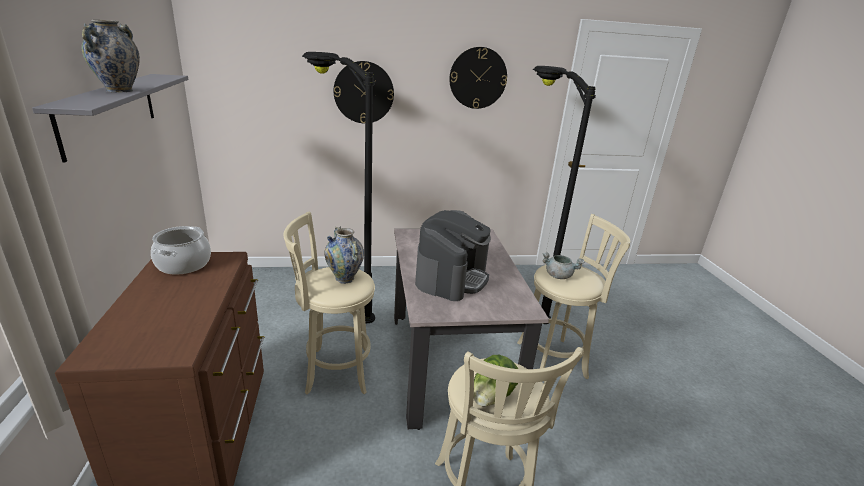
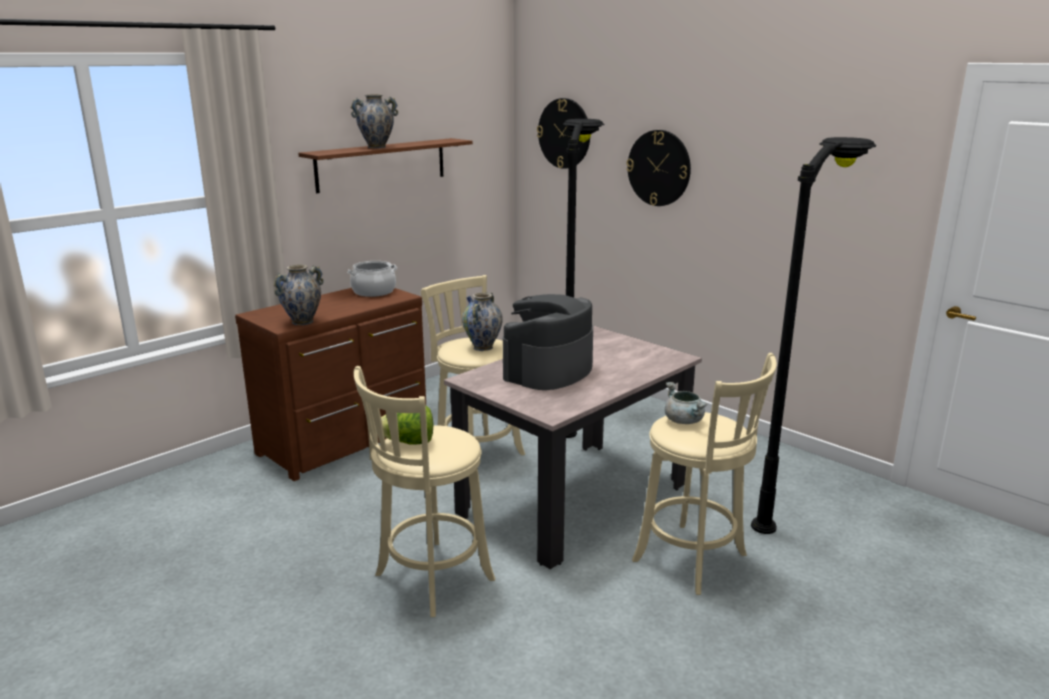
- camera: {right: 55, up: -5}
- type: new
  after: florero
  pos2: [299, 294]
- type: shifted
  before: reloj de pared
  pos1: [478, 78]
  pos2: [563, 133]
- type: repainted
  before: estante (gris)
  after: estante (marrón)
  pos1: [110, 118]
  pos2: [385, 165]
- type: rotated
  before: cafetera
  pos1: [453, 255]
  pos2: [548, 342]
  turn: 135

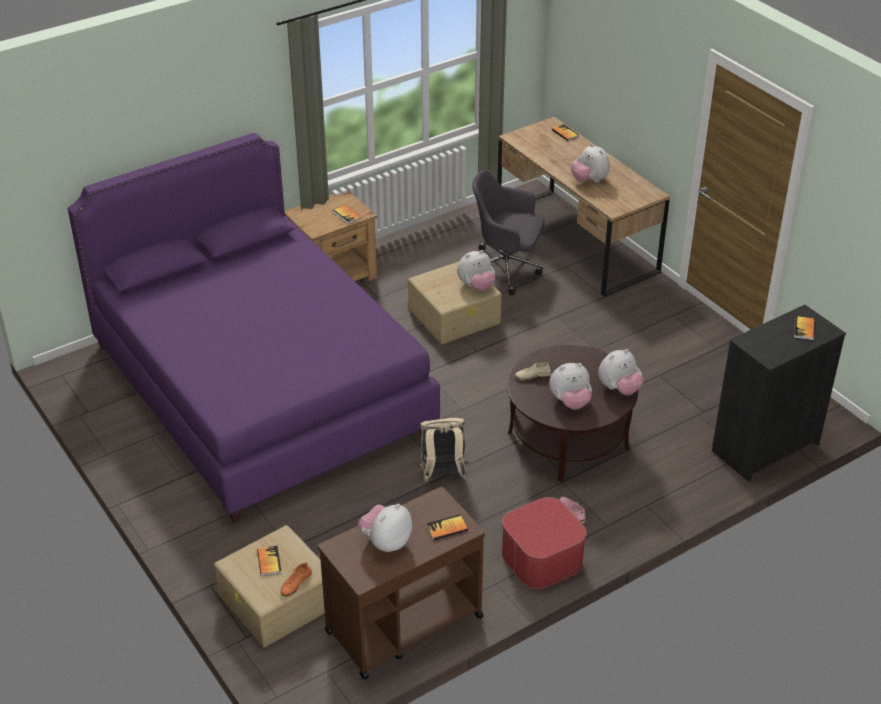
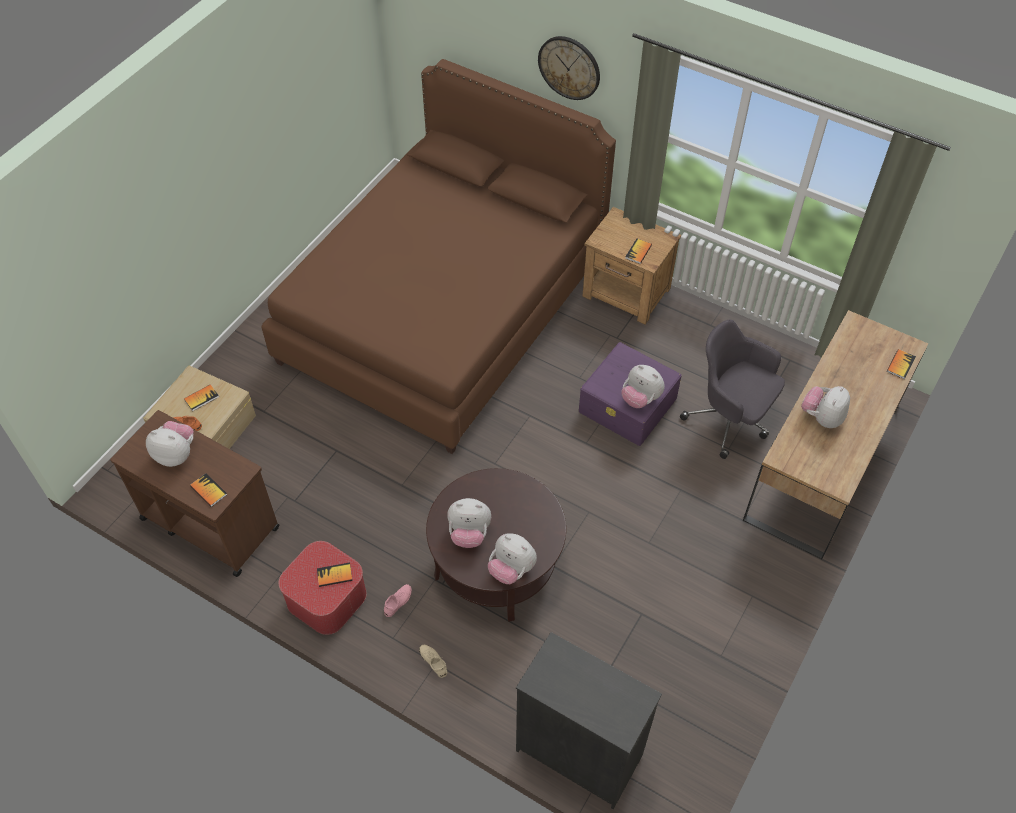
- camera: {right: 65, up: 15}
- type: gone
  before: mochila (beis)
  pos1: [443, 450]
- type: new
  after: reloj de pared
  pos2: [569, 68]
- type: shifted
  before: zapato (beis)
  pos1: [533, 371]
  pos2: [433, 661]
- type: shifted
  before: libro
  pos1: [804, 328]
  pos2: [335, 574]
- type: repainted
  before: cama (morado)
  after: cama (marrón)
  pos1: [254, 328]
  pos2: [438, 256]
- type: repainted
  before: caja de almacenaje (beis)
  after: caja de almacenaje (morado)
  pos1: [455, 303]
  pos2: [630, 394]
- type: rotated
  before: silla de oficina (gris)
  pos1: [508, 232]
  pos2: [732, 389]
  turn: -45
- type: rotated
  before: peluche
  pos1: [570, 386]
  pos2: [469, 523]
  turn: -45

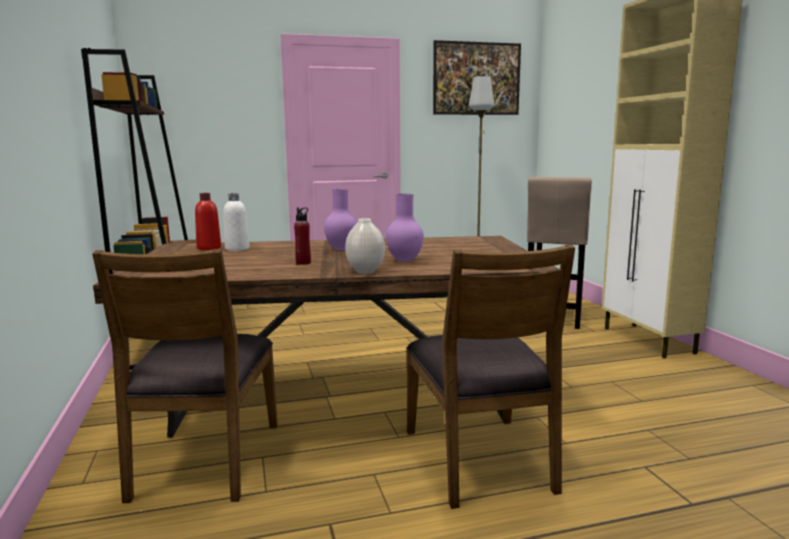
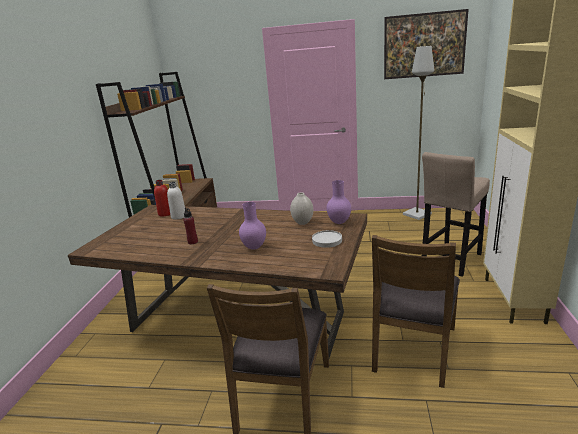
- camera: {right: 25, up: 10}
- type: new
  after: plato (blanco)
  pos2: [327, 239]
- type: shifted
  before: silla (marrón)
  pos1: [185, 376]
  pos2: [416, 311]
- type: shifted
  before: florero (morado)
  pos1: [341, 219]
  pos2: [339, 202]
- type: shifted
  before: florero (blanco)
  pos1: [365, 246]
  pos2: [301, 208]

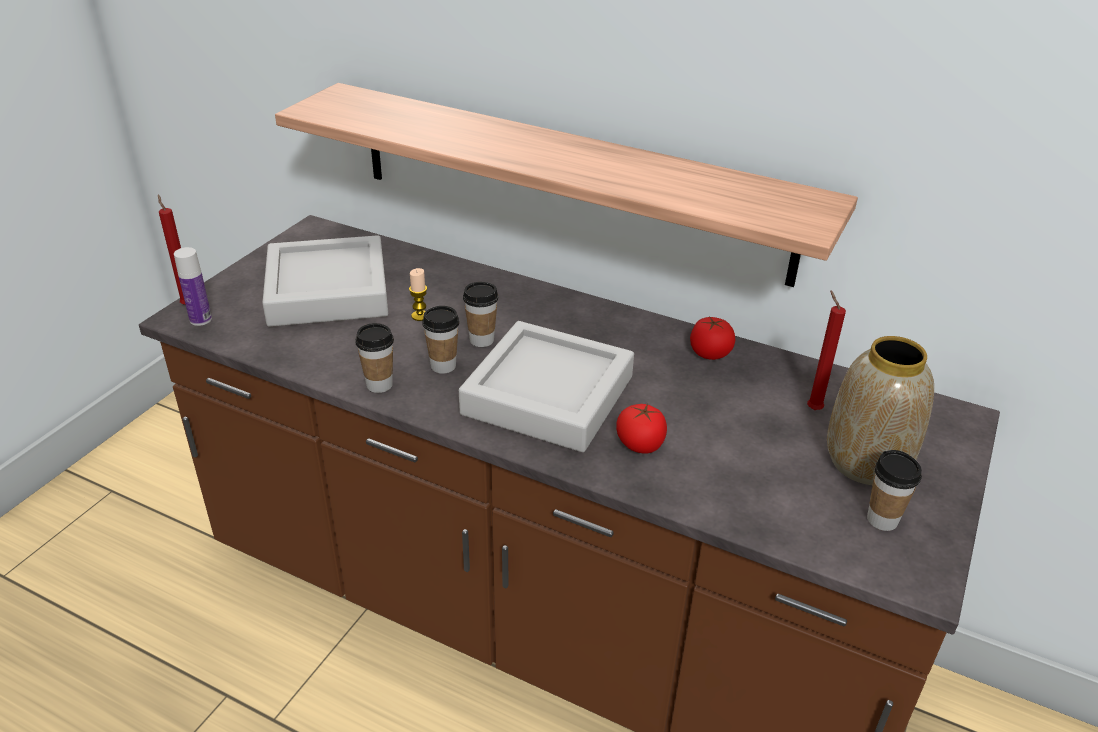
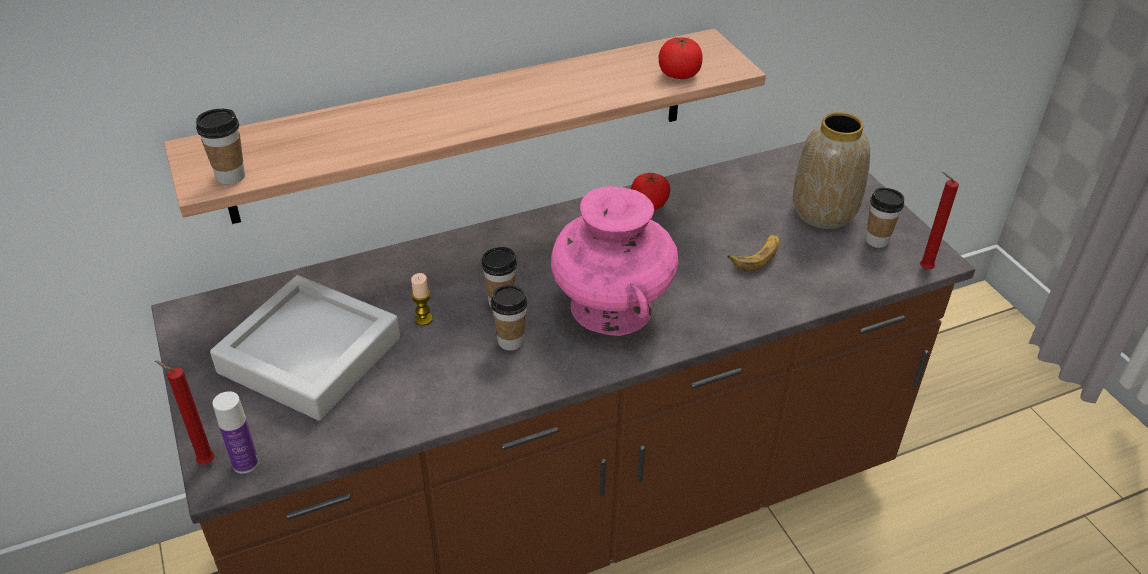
- camera: {right: -50, up: 5}
- type: new
  after: plátano
  pos2: [753, 252]
- type: shifted
  before: taza
  pos1: [375, 358]
  pos2: [220, 147]
- type: shifted
  before: tomate
  pos1: [641, 428]
  pos2: [680, 58]
- type: shifted
  before: vela (rojo)
  pos1: [826, 350]
  pos2: [939, 220]
- type: swapped
  before: bandeja (gris)
  after: florero (rosa)
  pos1: [546, 386]
  pos2: [615, 261]

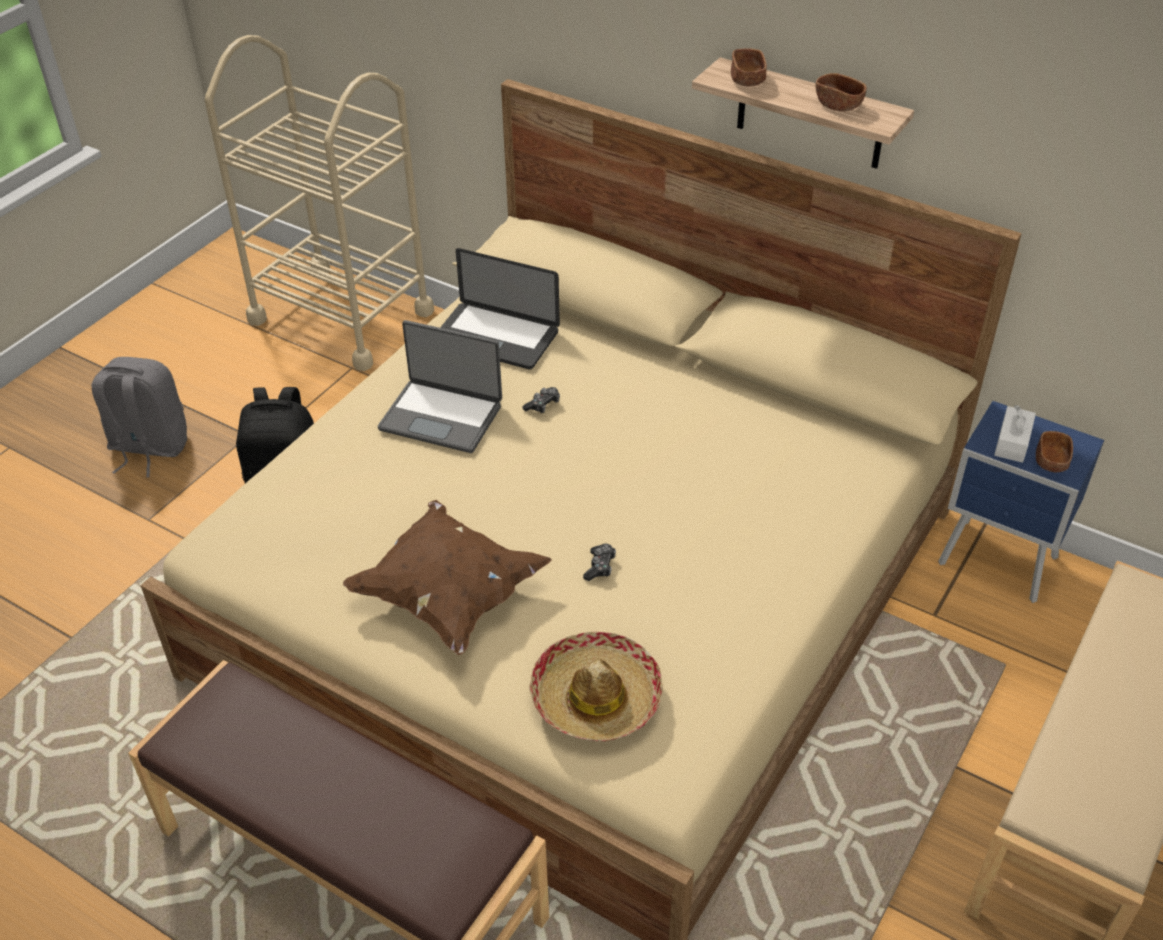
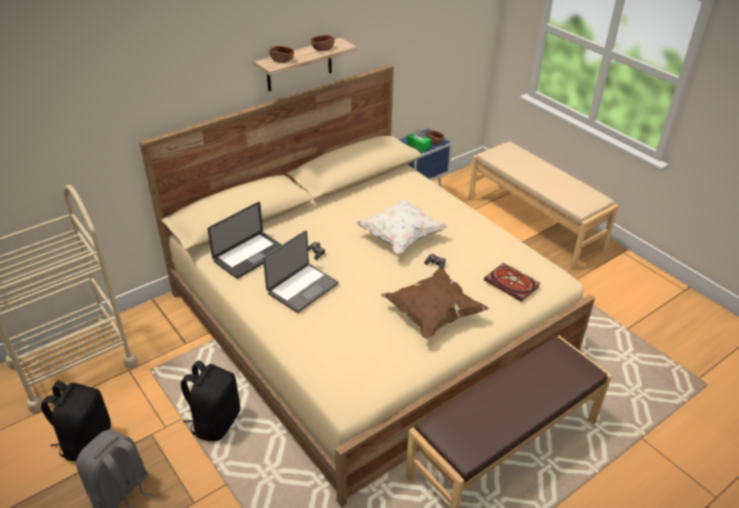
- camera: {right: -70, up: -5}
- type: new
  after: mochila (negro)
  pos2: [76, 421]
- type: new
  after: cojín (blanco)
  pos2: [401, 226]
- type: swapped
  before: sombrero
  after: libro
  pos1: [596, 686]
  pos2: [512, 282]
- type: repainted
  before: caja de pañuelos (blanco)
  after: caja de pañuelos (verde)
  pos1: [1015, 434]
  pos2: [418, 140]

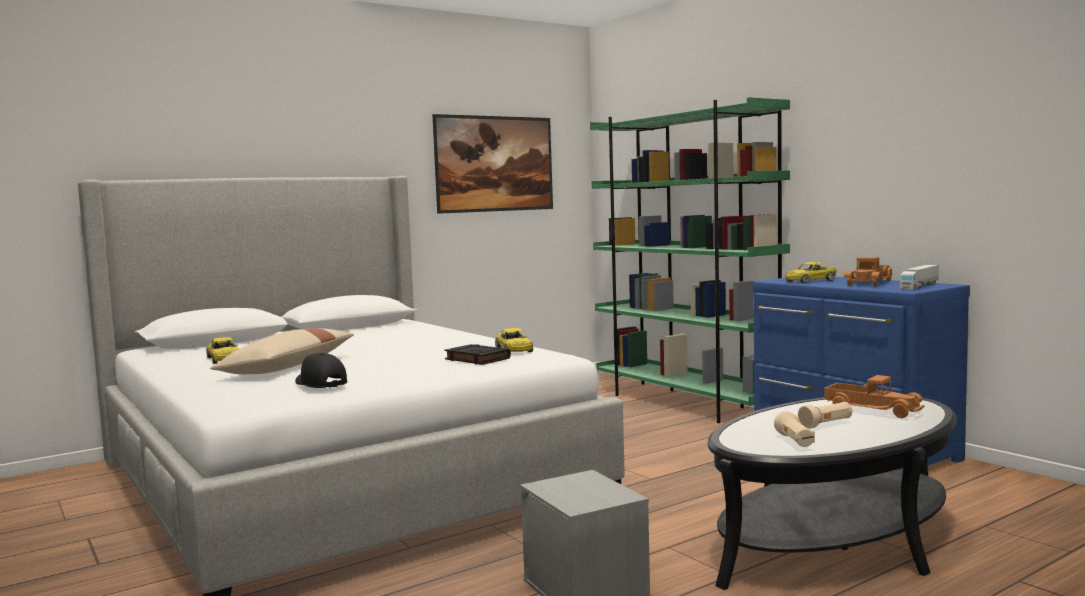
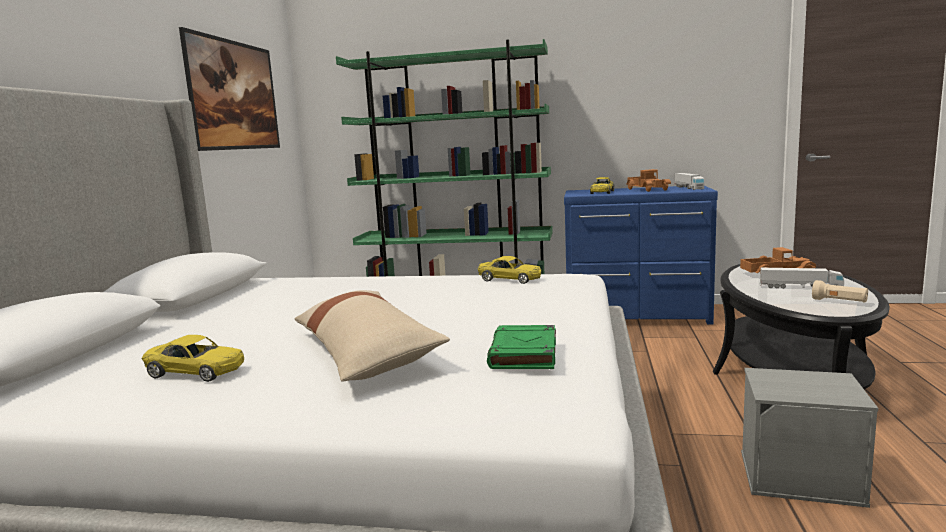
- camera: {right: -45, up: 5}
- type: gone
  before: libro (negro)
  pos1: [478, 354]
- type: swapped
  before: gorra (negro)
  after: libro (verde)
  pos1: [321, 370]
  pos2: [521, 347]
- type: swapped
  before: linterna (beis)
  after: camión de juguete
  pos1: [825, 415]
  pos2: [801, 278]

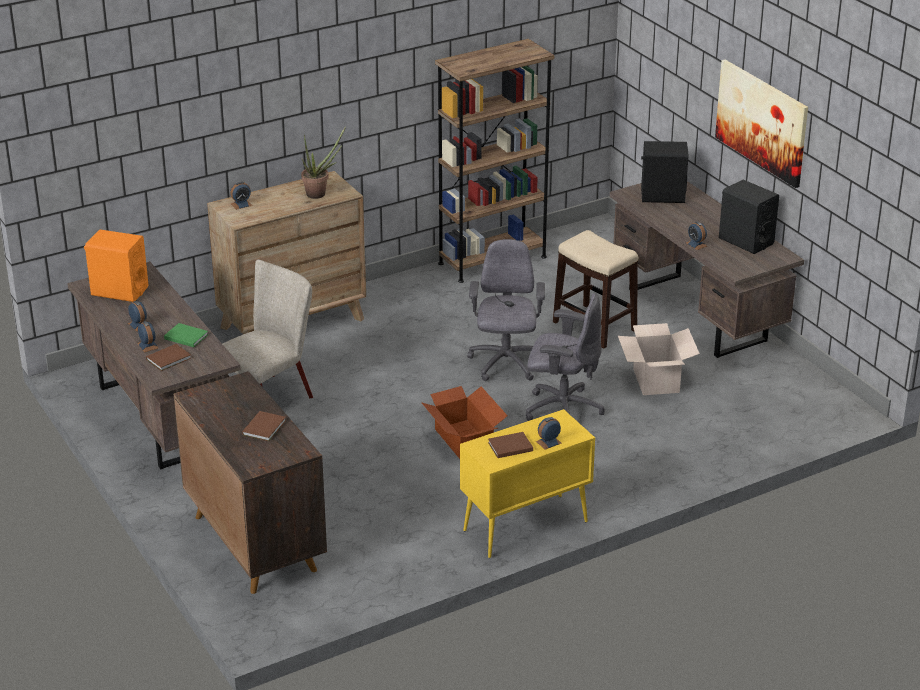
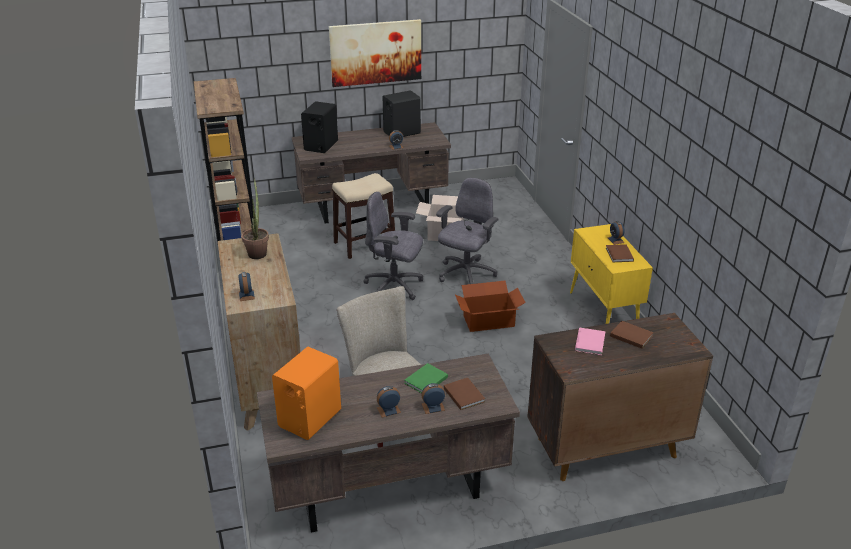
- camera: {right: -75, up: 0}
- type: new
  after: libro (rosa)
  pos2: [590, 341]

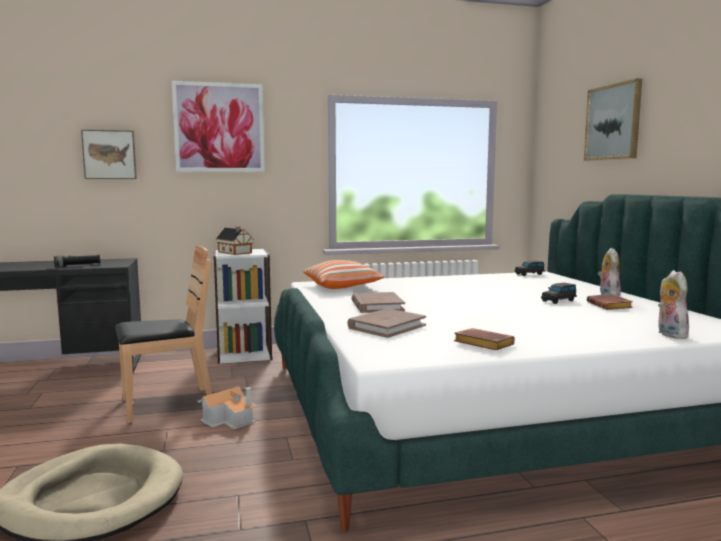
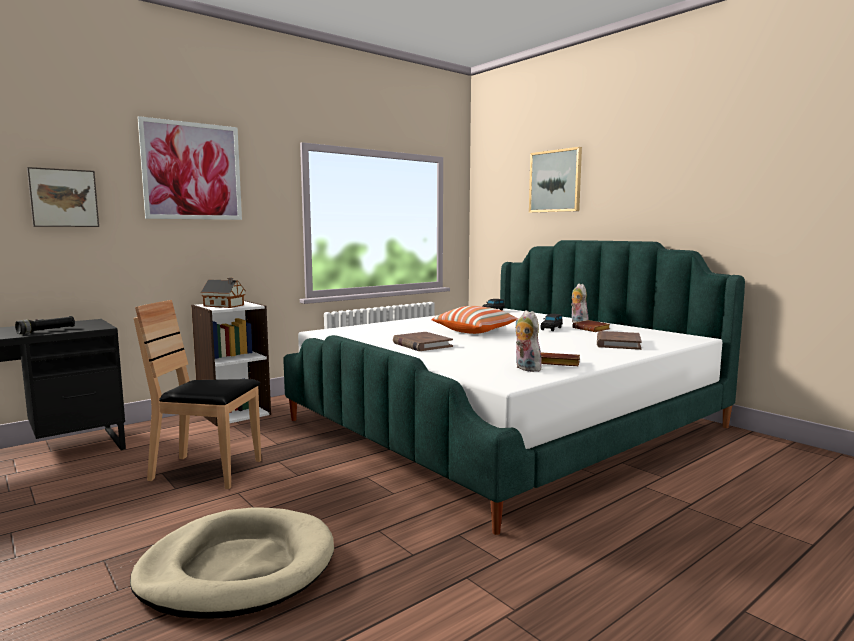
- camera: {right: -25, up: 0}
- type: gone
  before: casita
  pos1: [227, 408]
- type: shifted
  before: cojín
  pos1: [344, 274]
  pos2: [474, 320]
- type: shifted
  before: libro (marrón)
  pos1: [386, 323]
  pos2: [619, 340]
- type: shifted
  before: peluche
  pos1: [673, 304]
  pos2: [530, 341]
- type: rotated
  before: silla (marrón)
  pos1: [163, 334]
  pos2: [197, 394]
  turn: -120

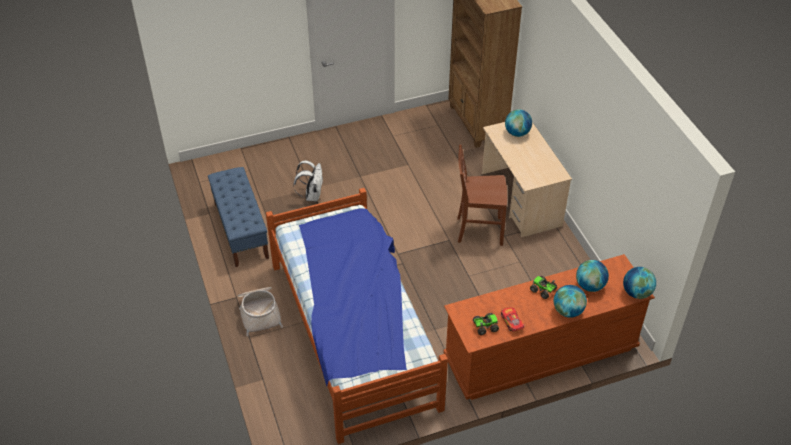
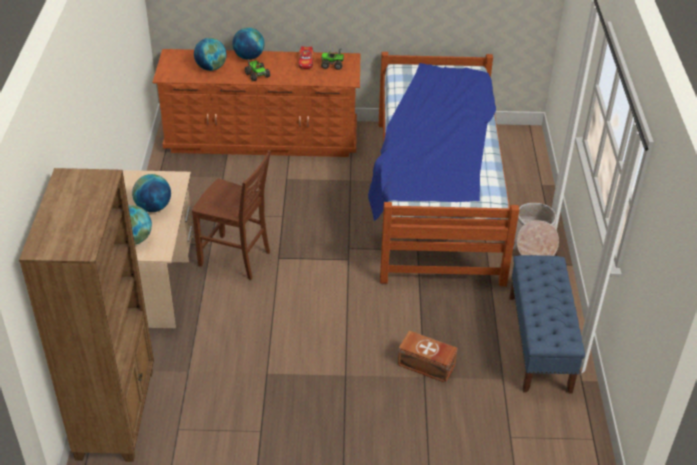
- camera: {right: -160, up: -5}
- type: shifted
  before: globo terráqueo
  pos1: [639, 283]
  pos2: [151, 193]
- type: swapped
  before: mochila (blanco)
  after: caja de almacenaje (marrón)
  pos1: [308, 181]
  pos2: [427, 357]

